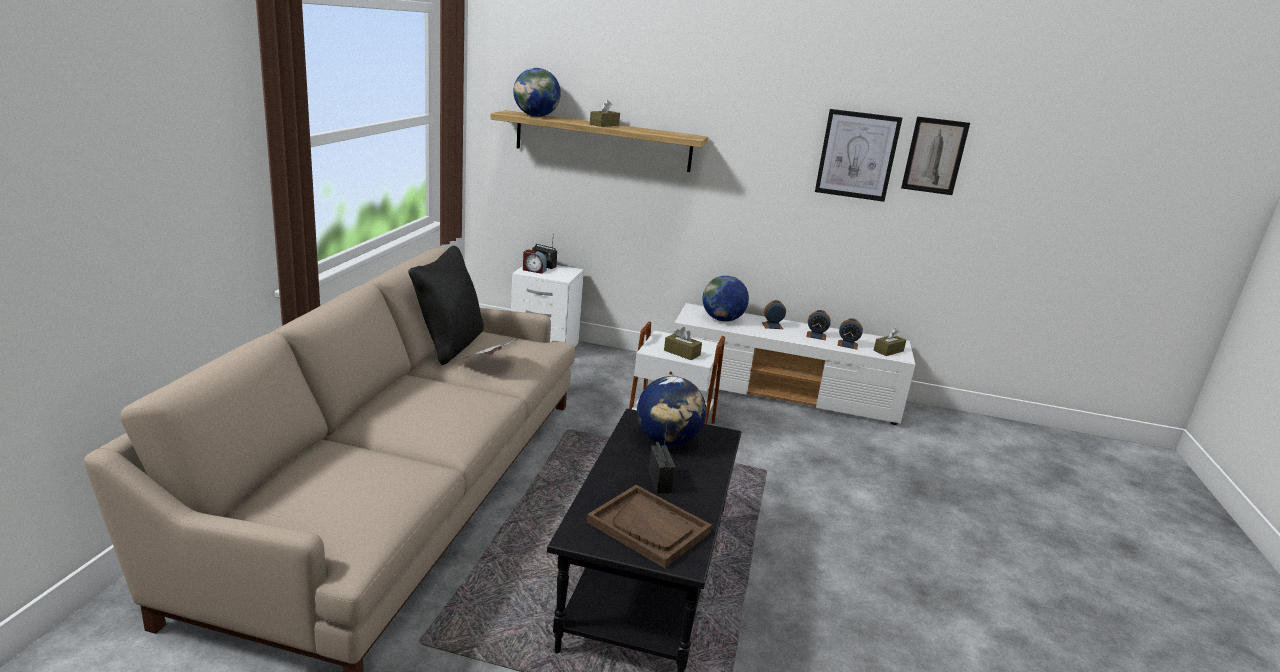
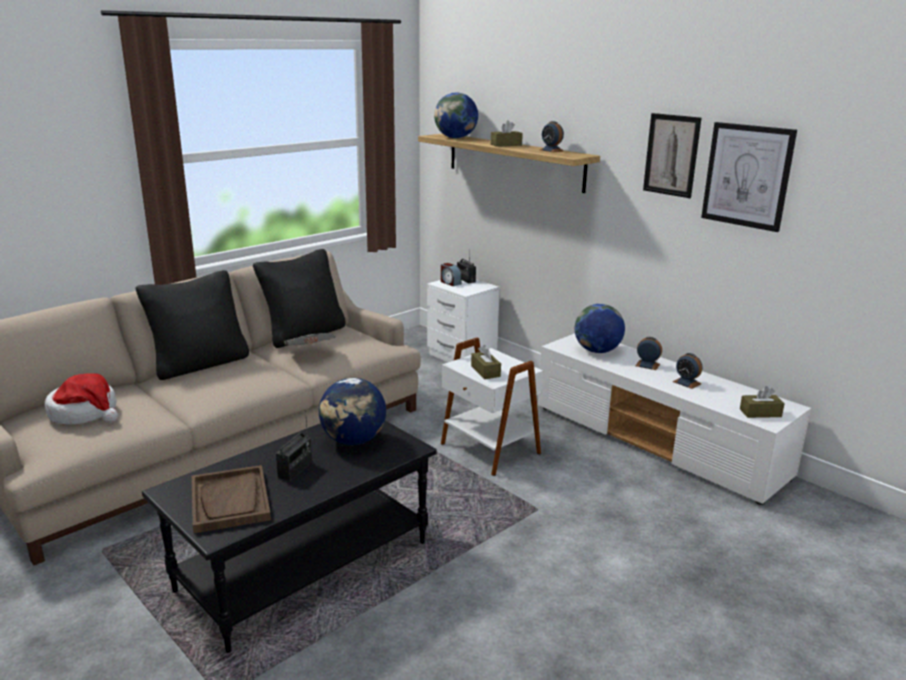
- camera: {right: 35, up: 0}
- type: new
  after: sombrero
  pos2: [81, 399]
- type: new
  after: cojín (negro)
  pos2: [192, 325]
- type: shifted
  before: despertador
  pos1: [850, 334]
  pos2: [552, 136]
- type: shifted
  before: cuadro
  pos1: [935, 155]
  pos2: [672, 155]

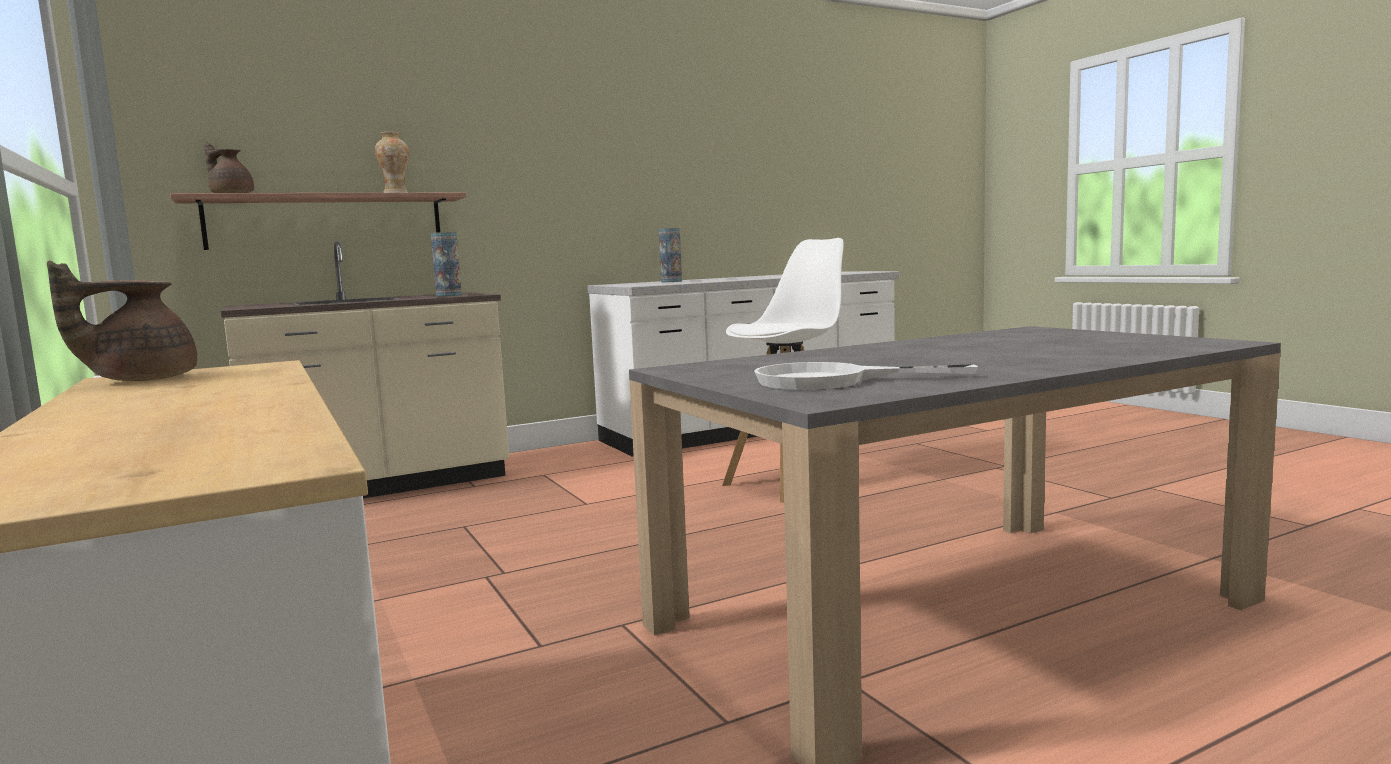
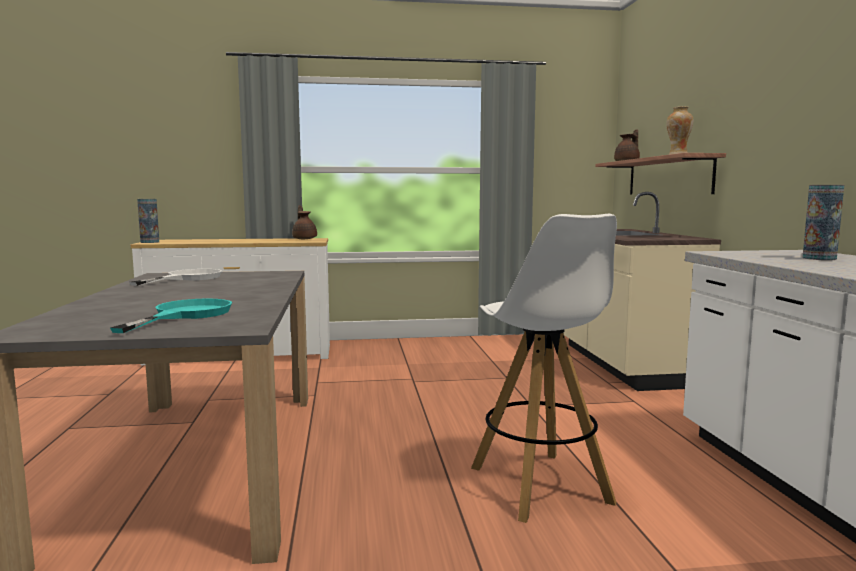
- camera: {right: 110, up: 0}
- type: new
  after: sartén (turquesa)
  pos2: [171, 316]
- type: shifted
  before: florero
  pos1: [446, 264]
  pos2: [148, 221]

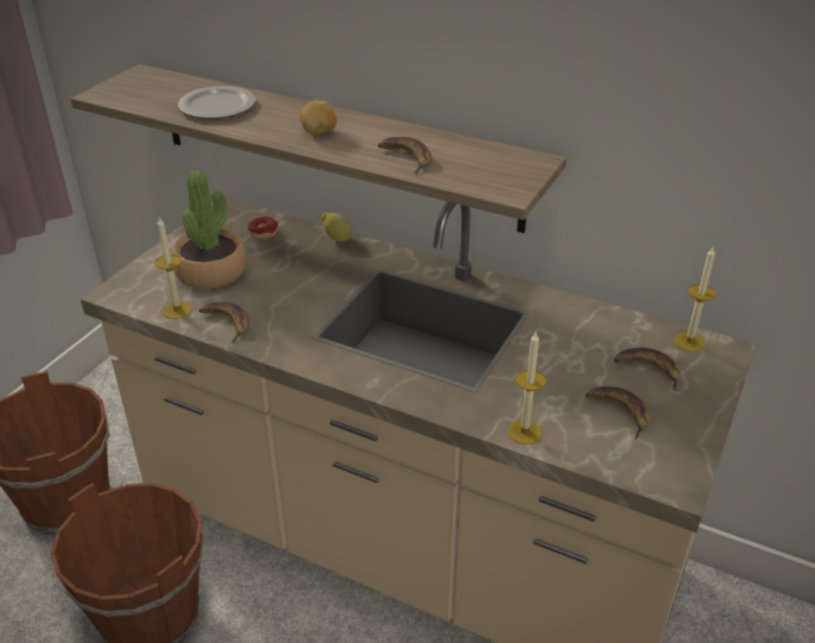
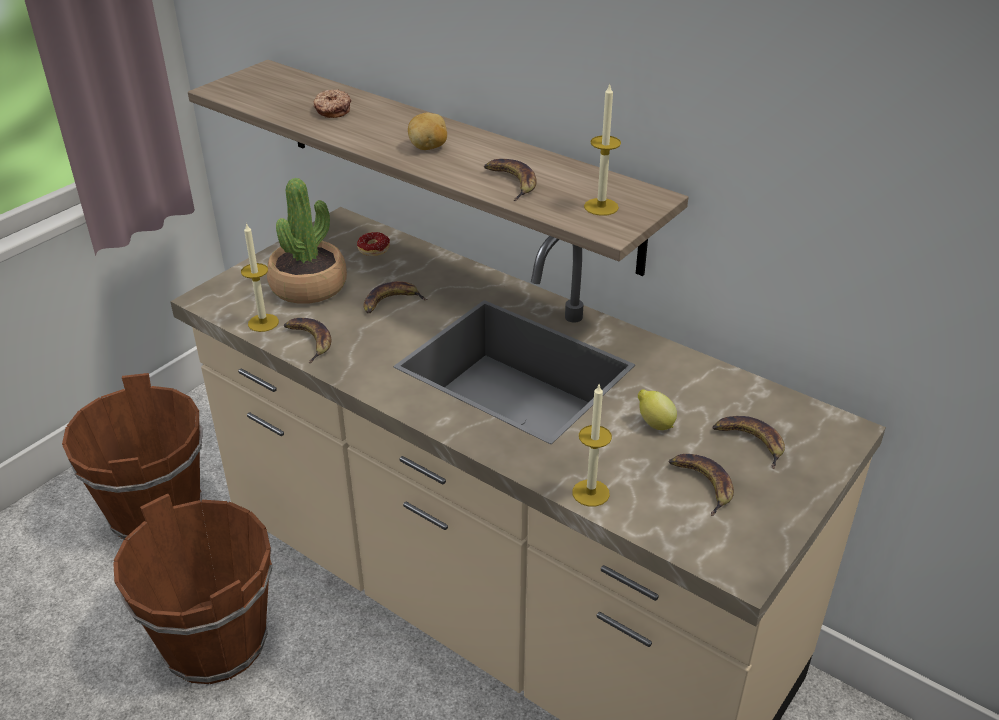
- camera: {right: 10, up: 0}
- type: new
  after: plátano
  pos2: [395, 297]
- type: shifted
  before: limón
  pos1: [336, 227]
  pos2: [657, 409]
- type: shifted
  before: vela
  pos1: [695, 299]
  pos2: [602, 150]
- type: swapped
  before: plato
  after: rosquilla
  pos1: [217, 102]
  pos2: [332, 103]

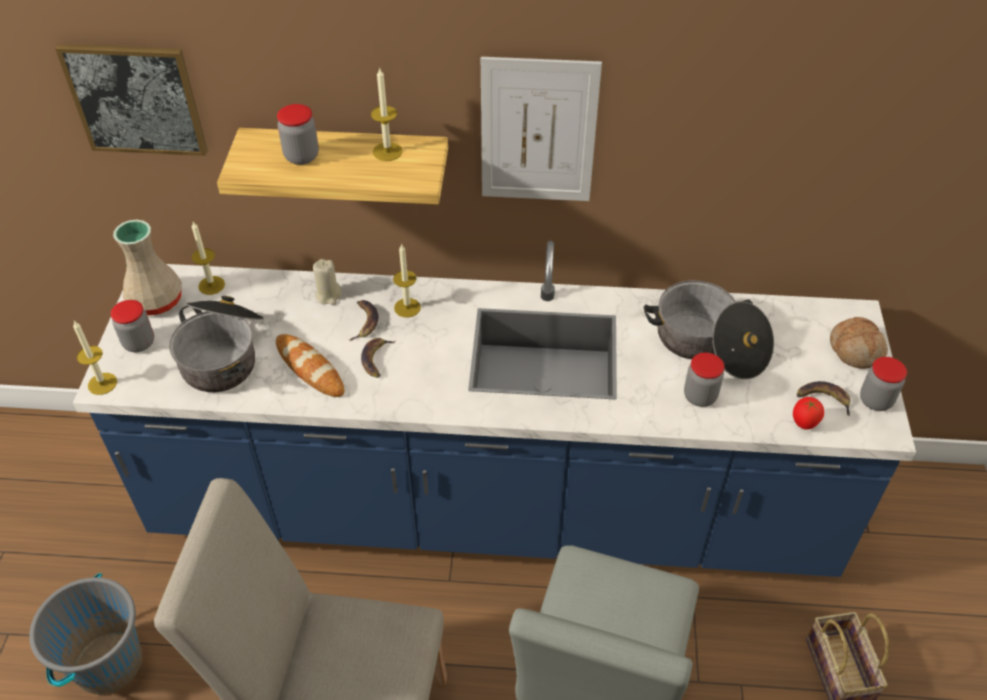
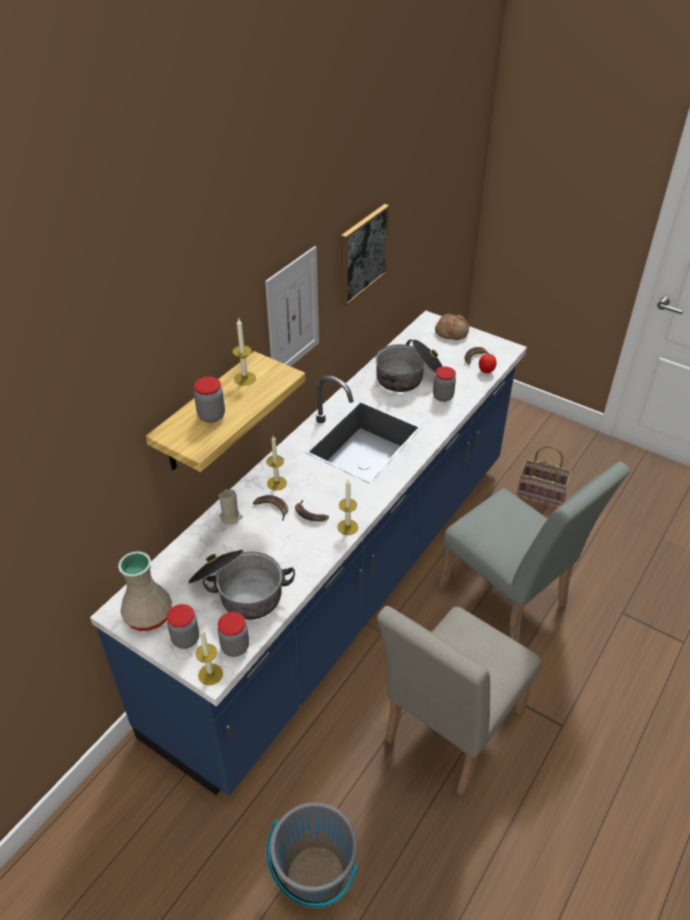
- camera: {right: -60, up: -5}
- type: gone
  before: pan
  pos1: [310, 365]
- type: shifted
  before: cuadro
  pos1: [131, 100]
  pos2: [365, 255]
- type: shifted
  before: vela
  pos1: [208, 258]
  pos2: [347, 507]
- type: shifted
  before: tarro
  pos1: [883, 384]
  pos2: [233, 634]

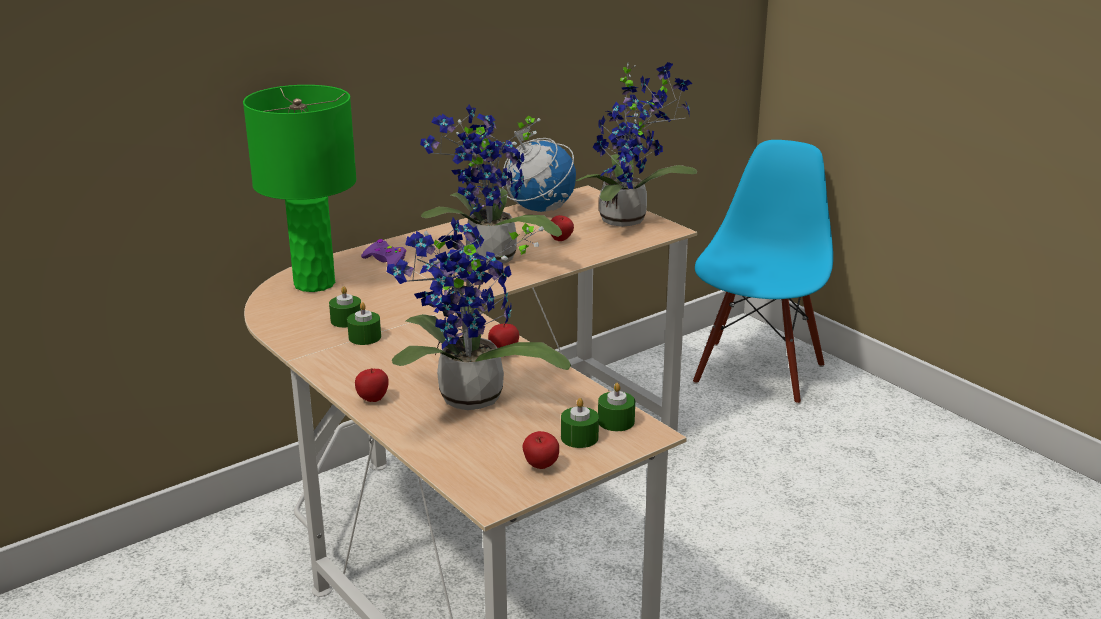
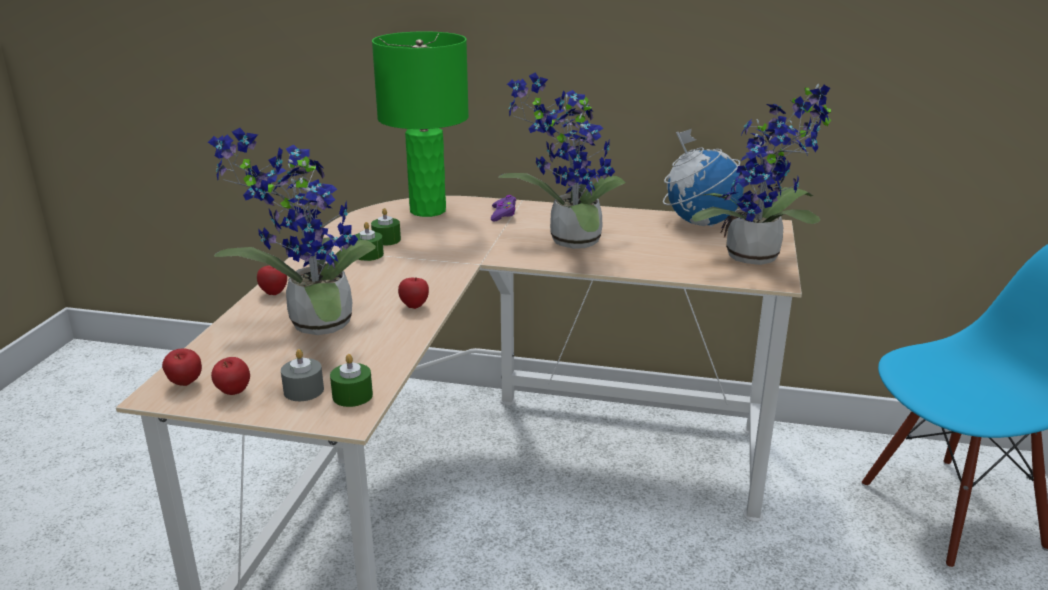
- camera: {right: 50, up: 0}
- type: shifted
  before: manzana
  pos1: [562, 228]
  pos2: [182, 367]
- type: repainted
  before: vela (verde)
  after: vela (gris)
  pos1: [580, 423]
  pos2: [302, 375]

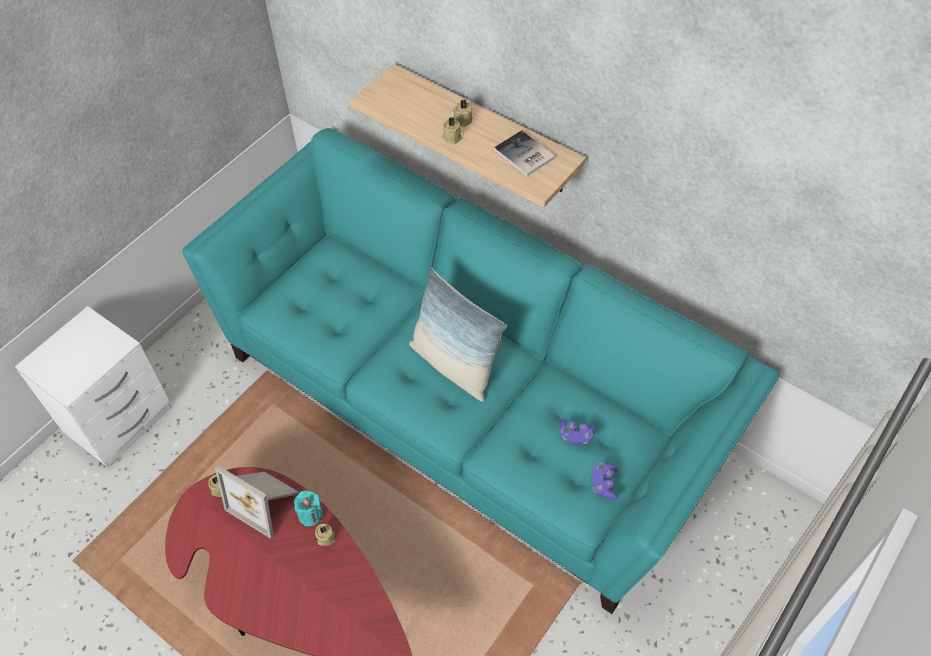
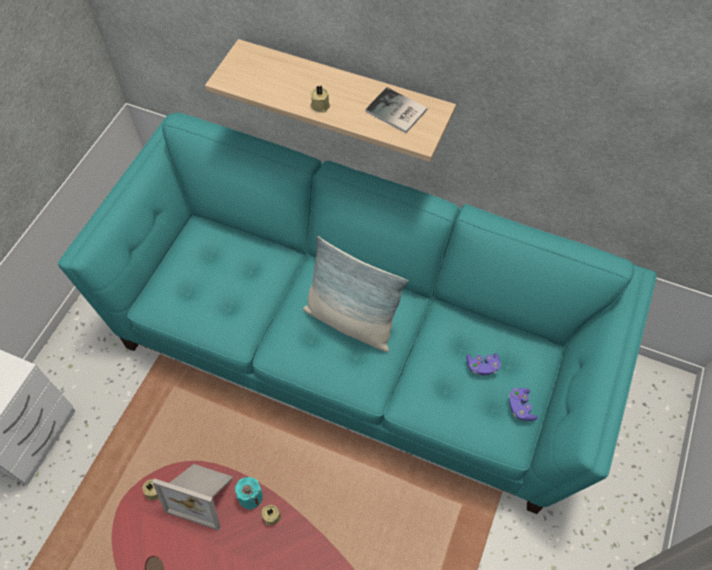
- camera: {right: -15, up: 5}
- type: gone
  before: vela (beis)
  pos1: [463, 113]

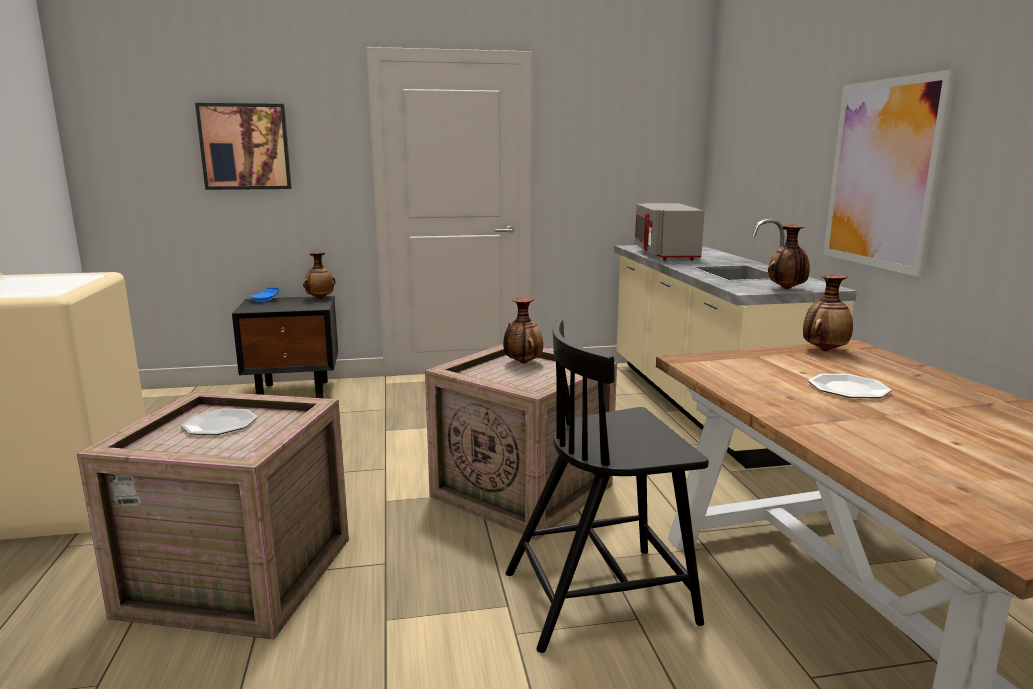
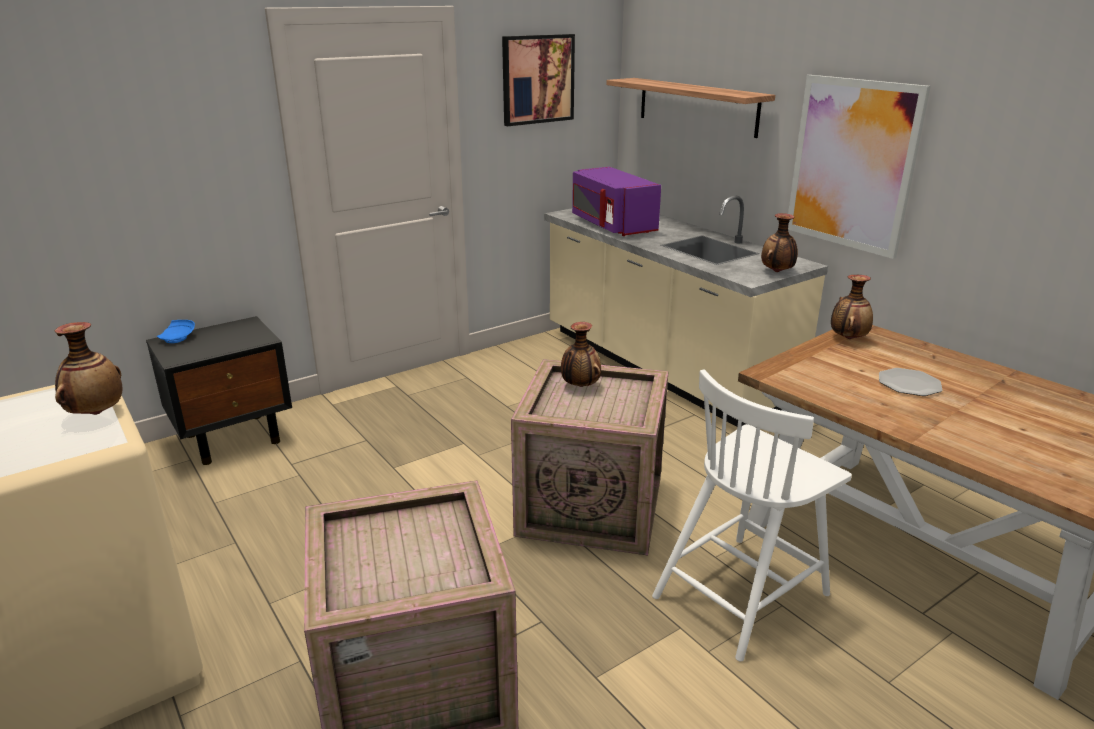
- camera: {right: -25, up: 10}
- type: gone
  before: plato
  pos1: [219, 422]
- type: new
  after: estante
  pos2: [690, 108]
- type: shifted
  before: cuadro
  pos1: [243, 146]
  pos2: [538, 80]
- type: shifted
  before: florero
  pos1: [319, 275]
  pos2: [88, 368]
- type: repainted
  before: silla (negro)
  after: silla (blanco)
  pos1: [607, 486]
  pos2: [752, 515]
- type: repainted
  before: microondas (gris)
  after: microondas (morado)
  pos1: [670, 231]
  pos2: [616, 201]

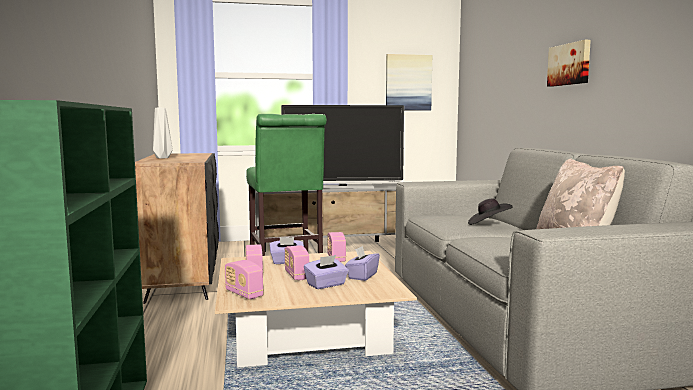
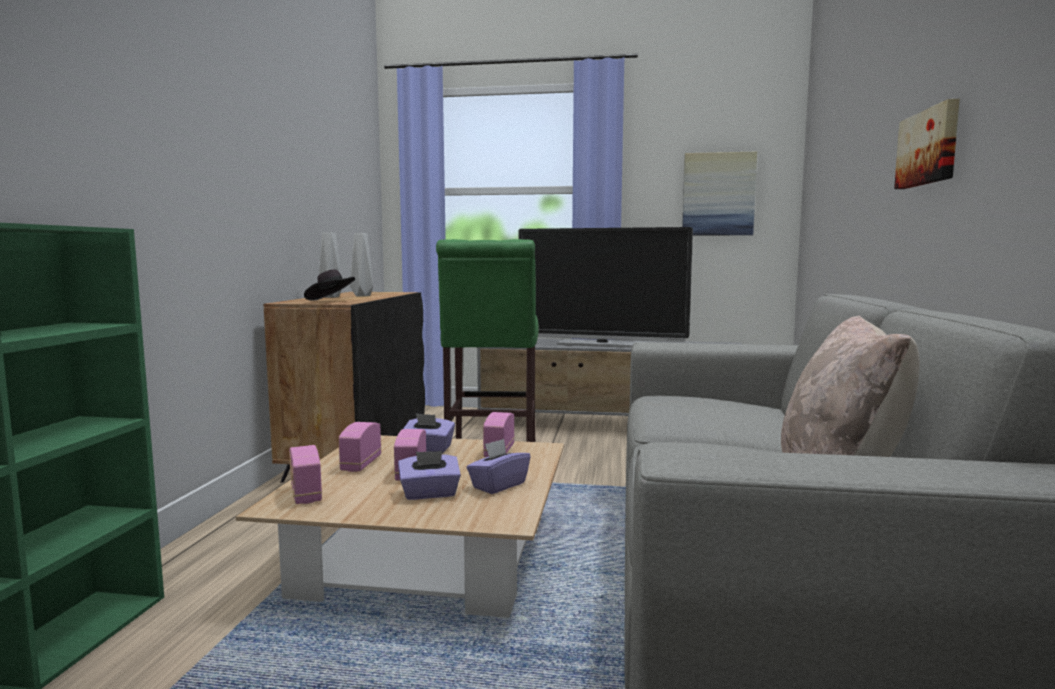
- camera: {right: 20, up: 0}
- type: new
  after: florero (gris)
  pos2: [361, 265]
- type: shifted
  before: sombrero (negro)
  pos1: [490, 211]
  pos2: [329, 285]

